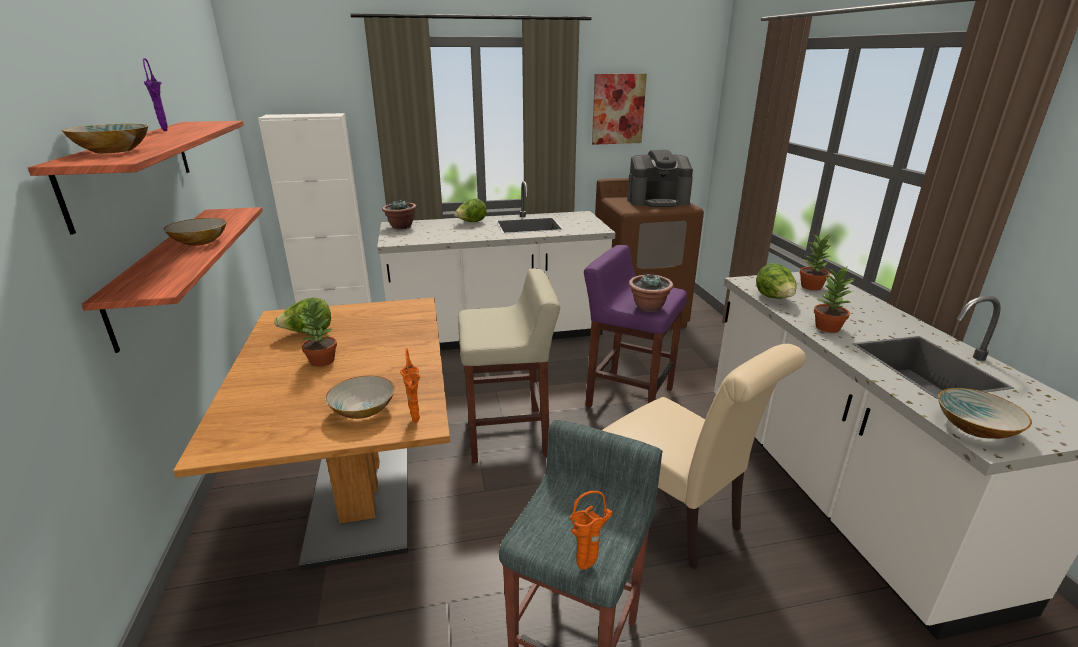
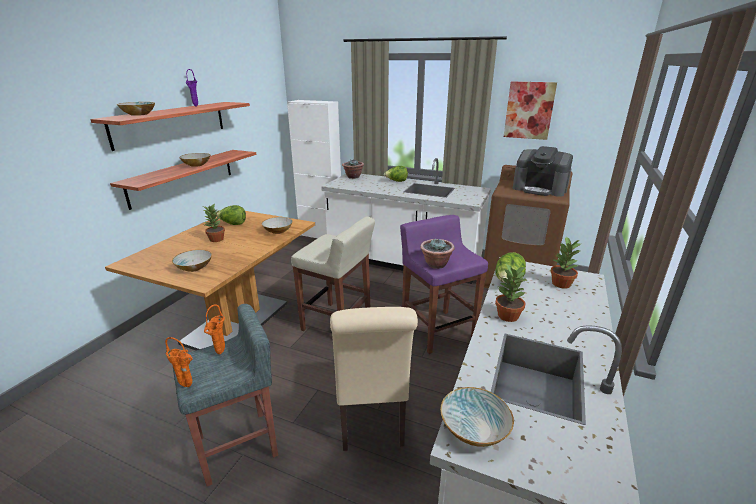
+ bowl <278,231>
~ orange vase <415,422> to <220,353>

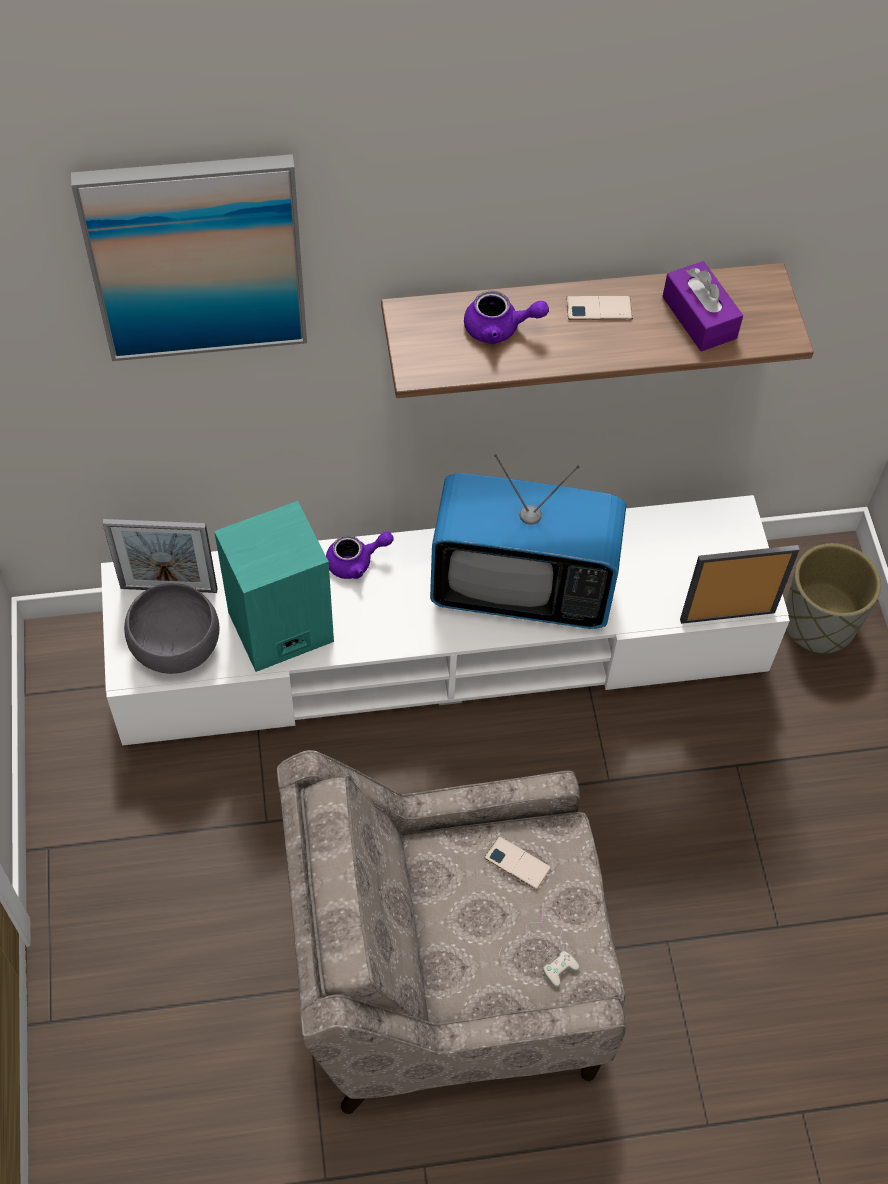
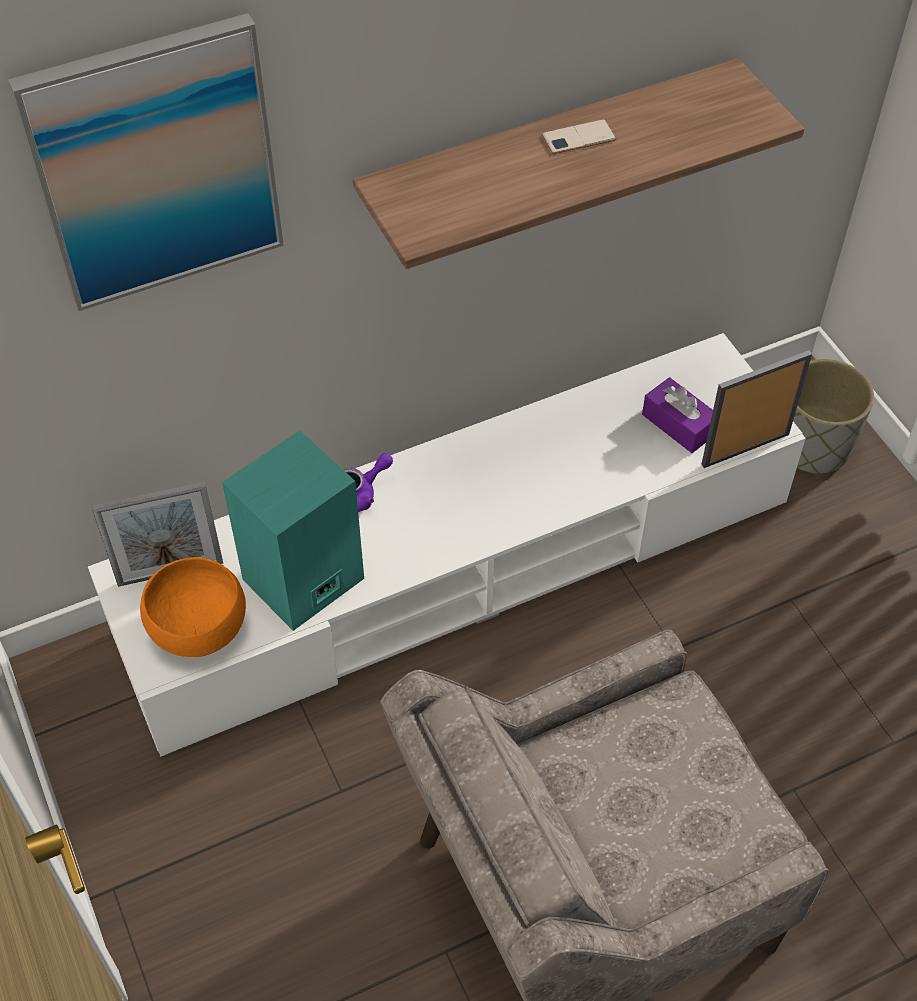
- television <522,588>
- purple teapot <499,329>
- phone <517,863>
- white game controller <545,945>
~ purple tissue box <699,317> to <678,424>
~ grey bowl <176,646> to orange bowl <198,628>

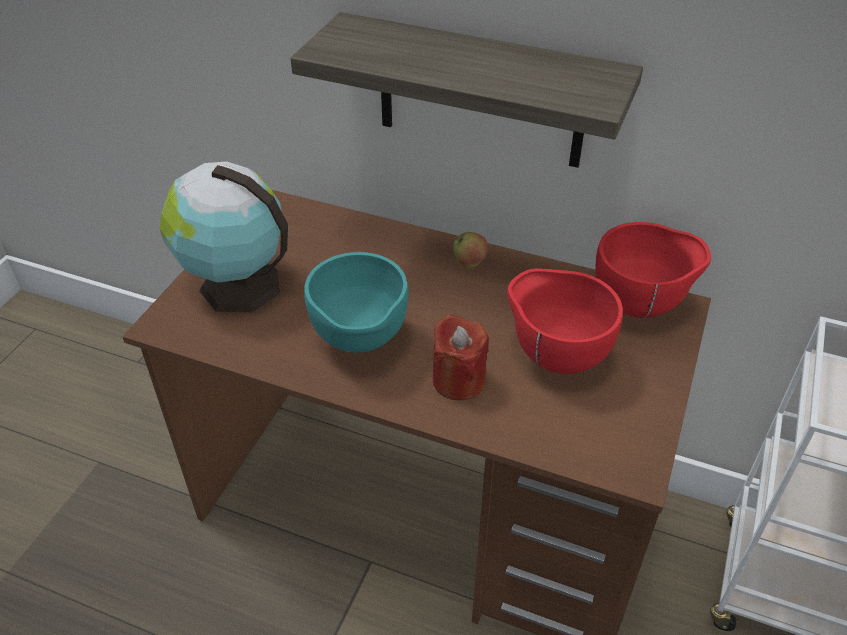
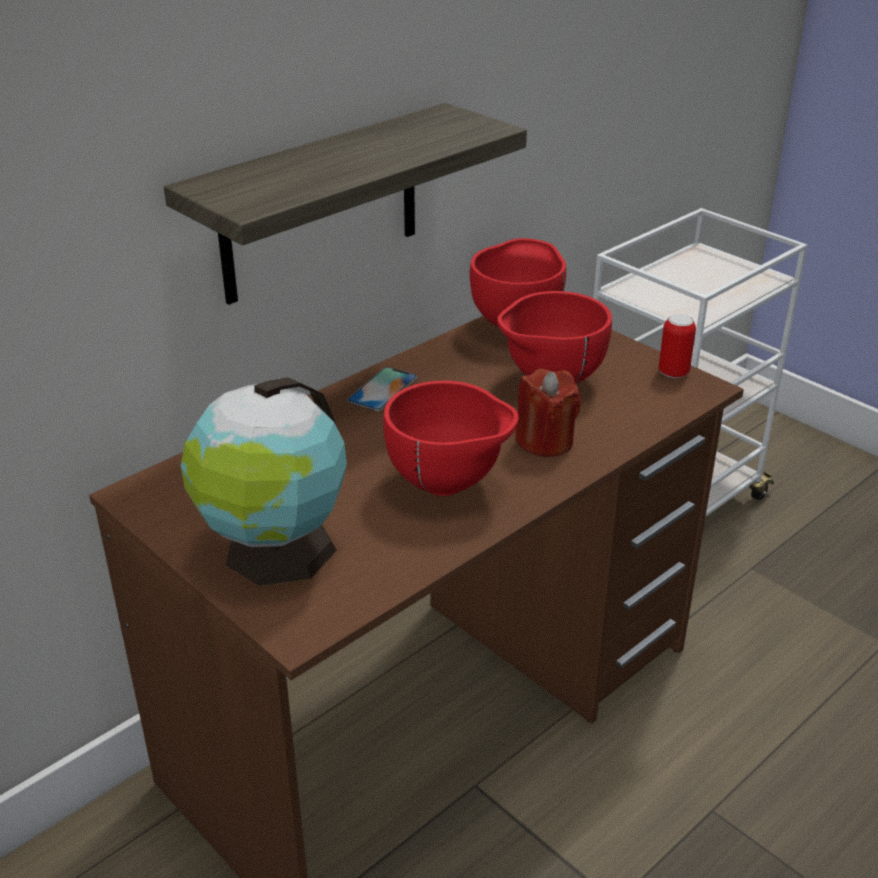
+ can <673,373>
~ apple <469,263> to phone <382,389>
~ turquoise bowl <360,343> to red bowl <450,486>

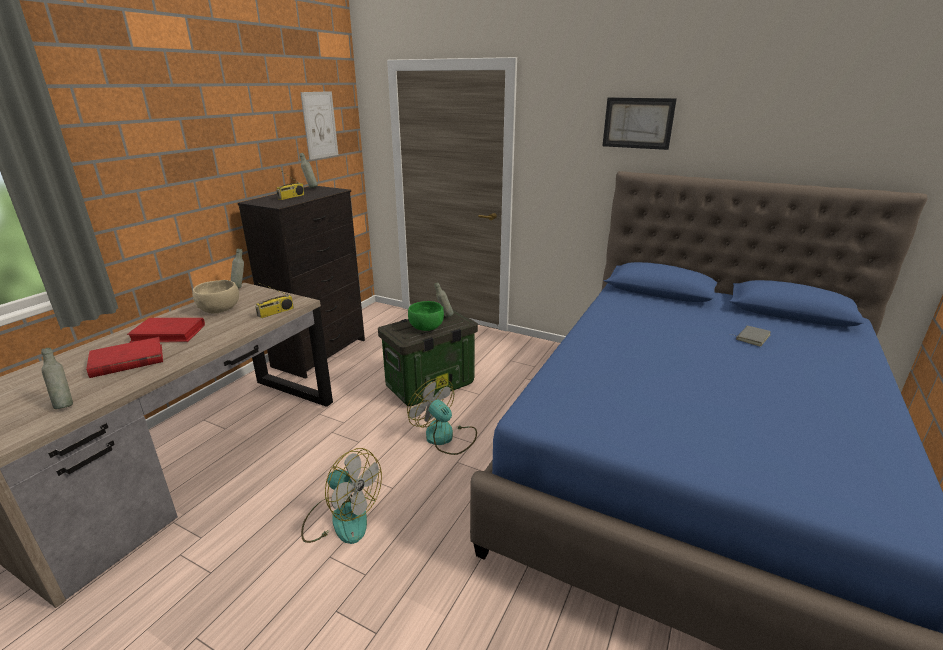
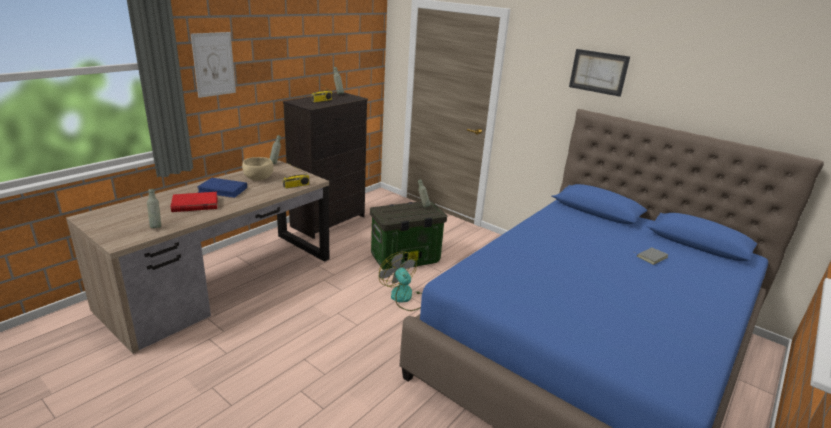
- fan <341,518>
- green bowl <426,328>
~ picture <320,125> to <214,64>
~ red book <169,333> to blue book <223,190>

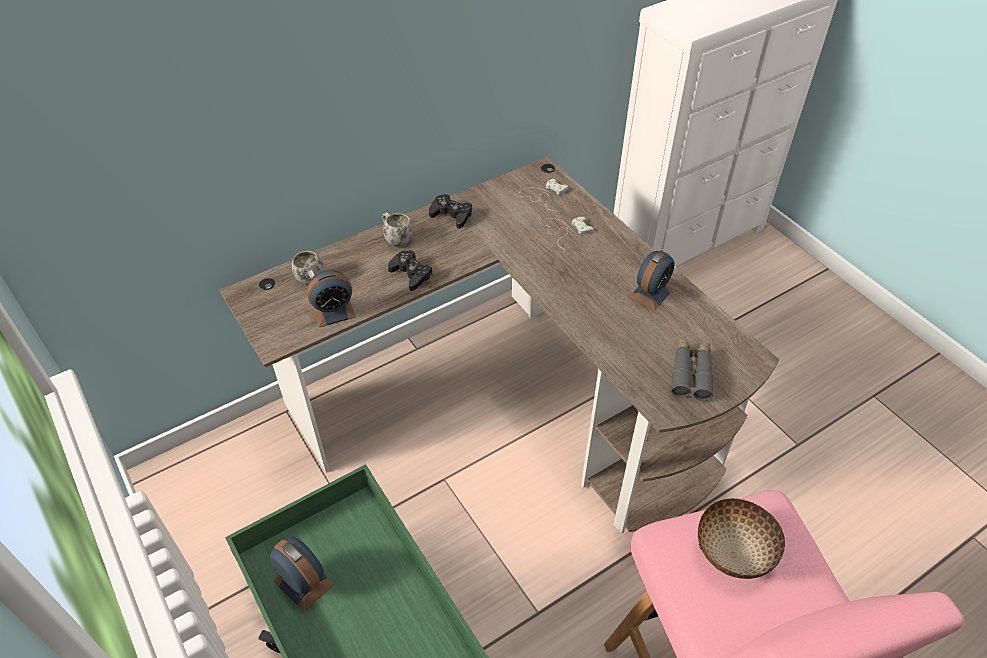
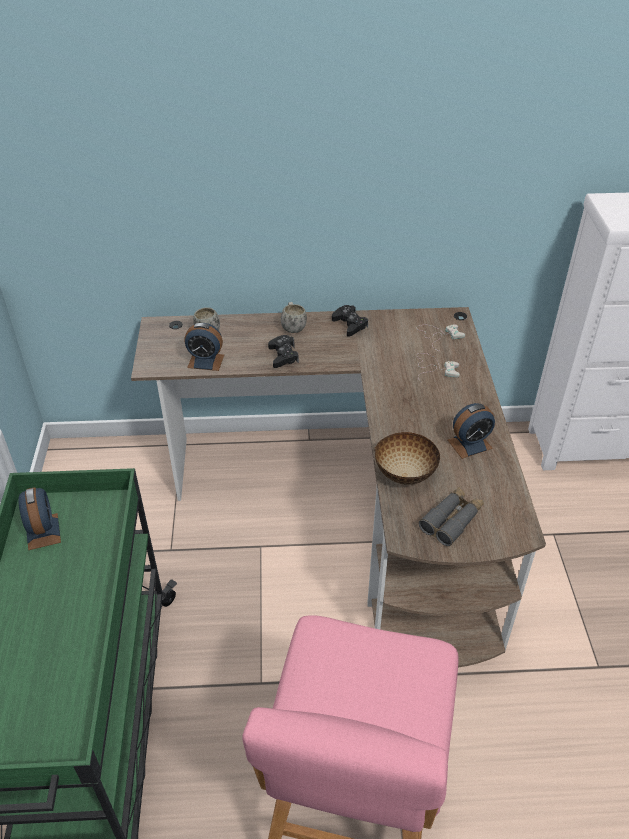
~ bowl <733,552> to <405,474>

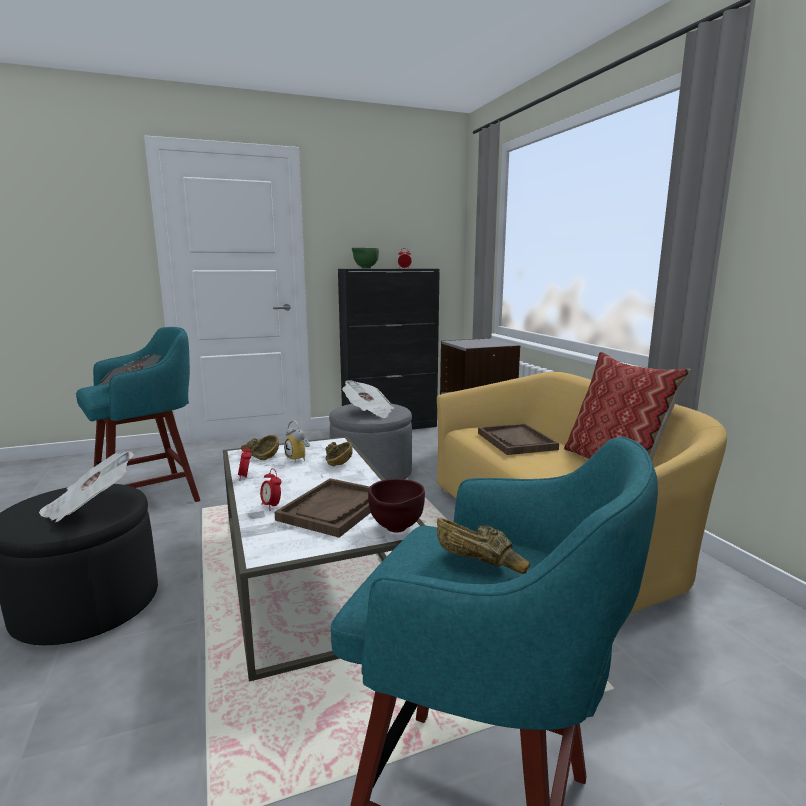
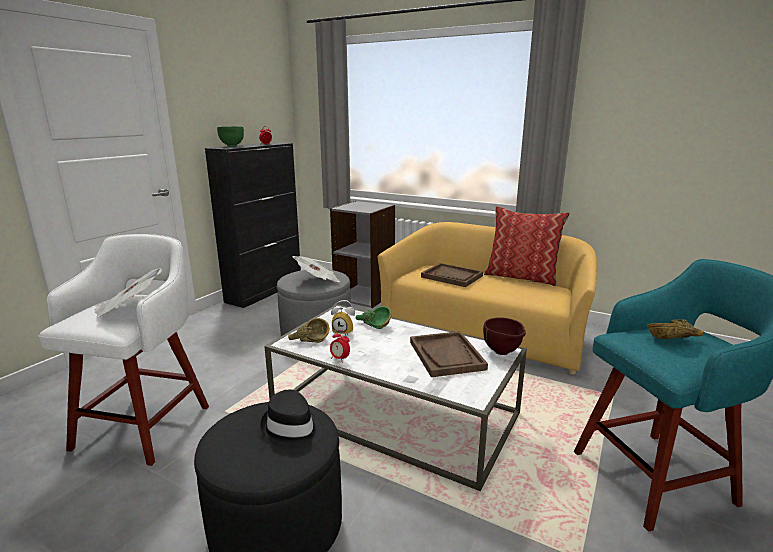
- alarm clock <271,506>
~ newspaper <89,507> to black hat <291,429>
~ turquoise stool <150,497> to white stool <146,424>
~ brown bowl <335,461> to green bowl <373,325>

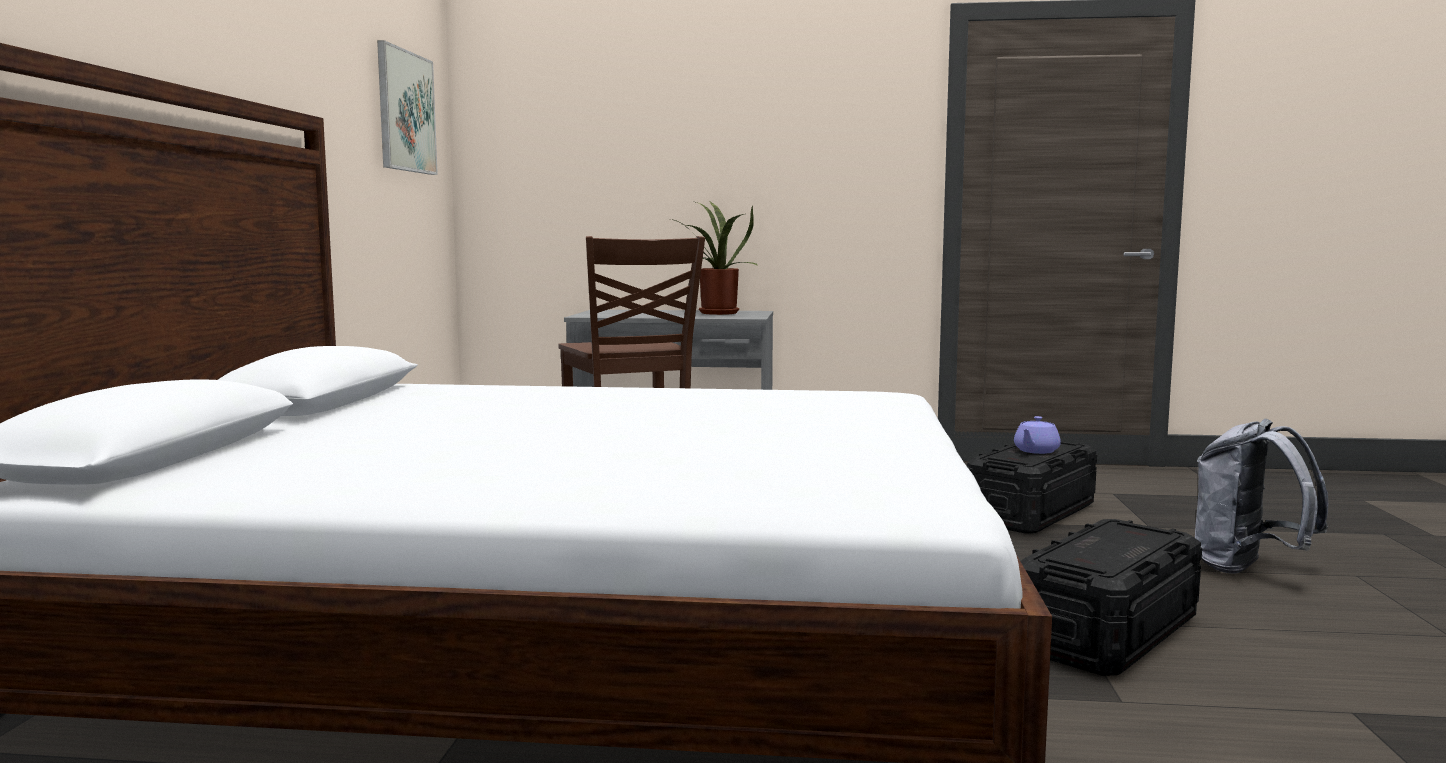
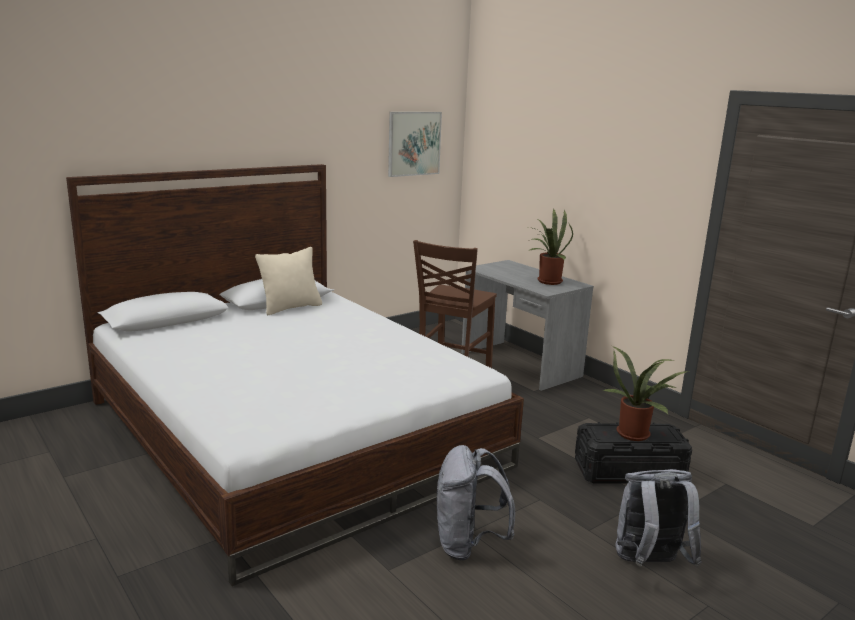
+ beige pillow <291,308>
~ purple teapot <1035,451> to potted plant <635,433>
~ black storage box <1107,633> to grey backpack <468,545>

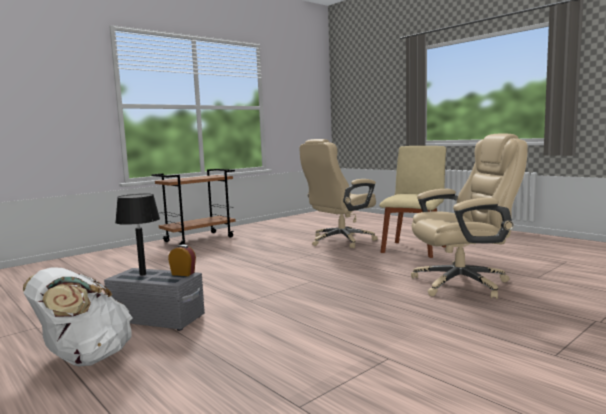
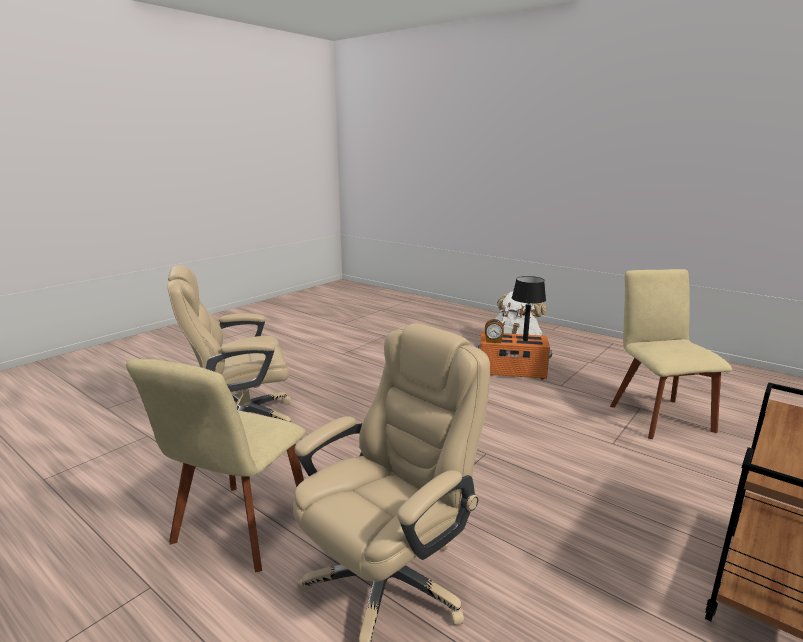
+ beige chair <658,416>
~ grey storage box <157,319> to orange storage box <512,371>

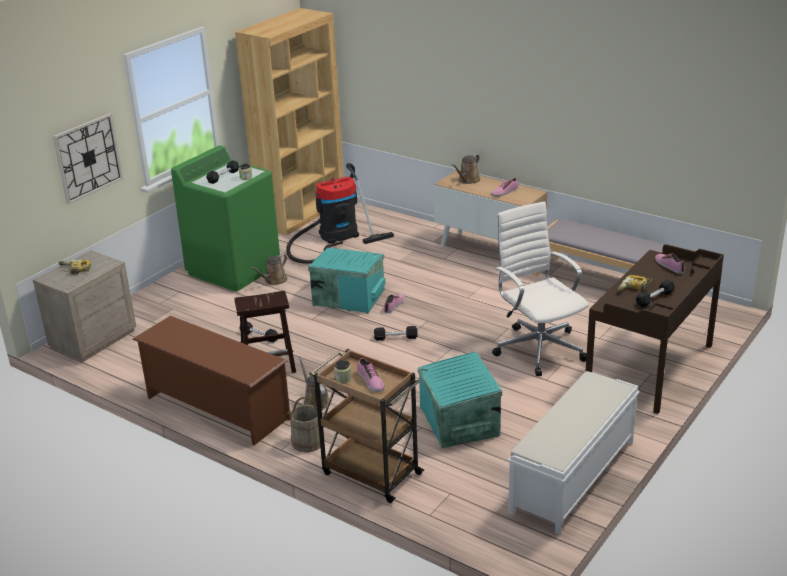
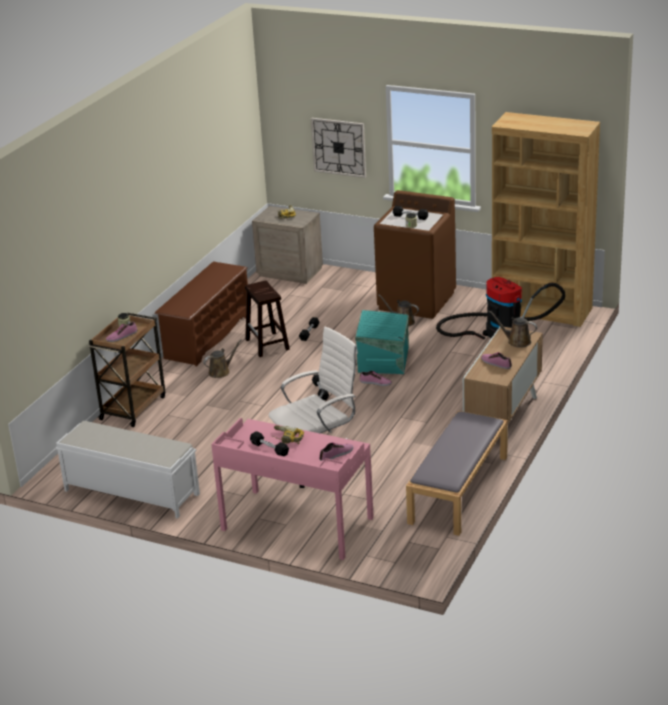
- beige bucket <307,442>
- turquoise storage box <458,422>
~ green washing machine <234,269> to brown washing machine <417,301>
~ brown desk <651,367> to pink desk <296,524>

